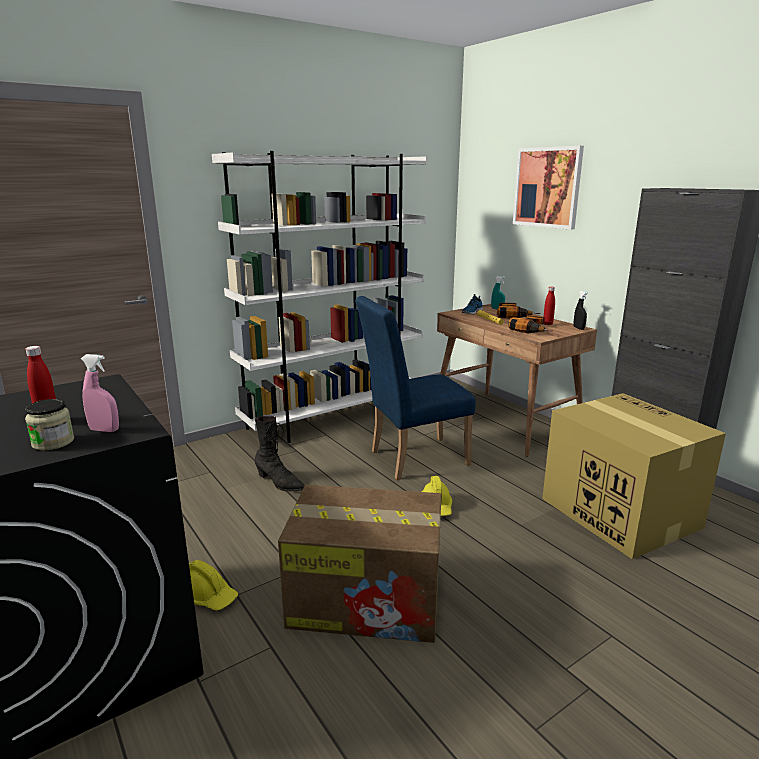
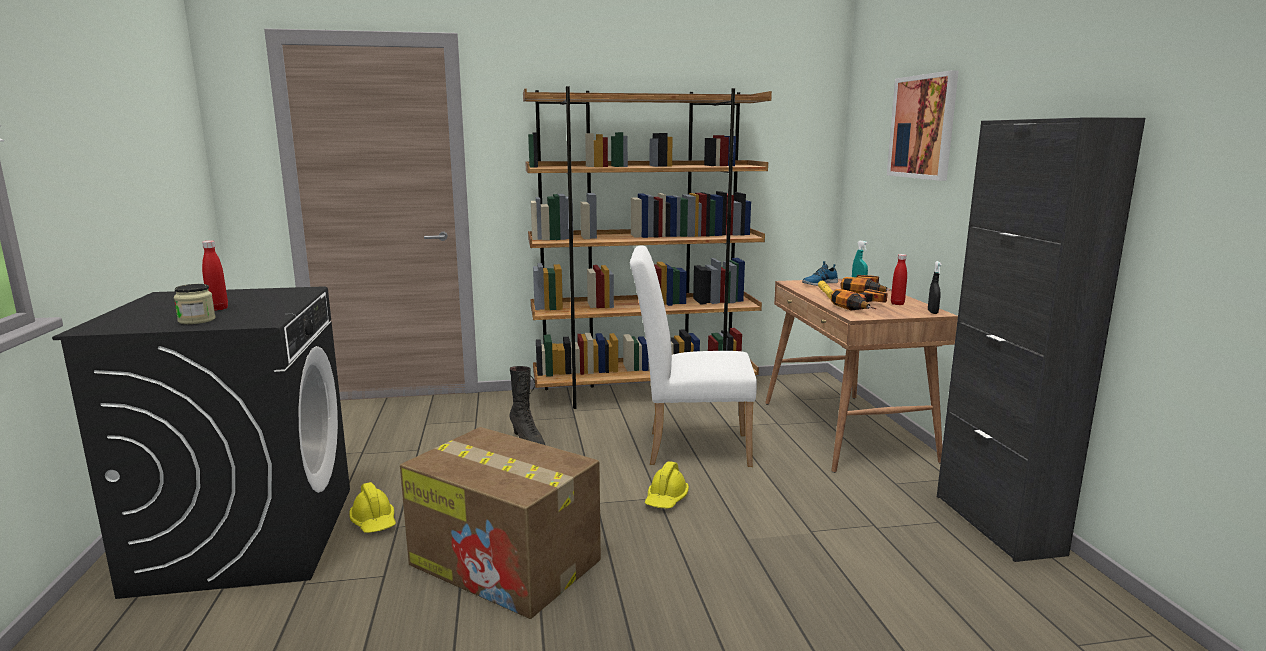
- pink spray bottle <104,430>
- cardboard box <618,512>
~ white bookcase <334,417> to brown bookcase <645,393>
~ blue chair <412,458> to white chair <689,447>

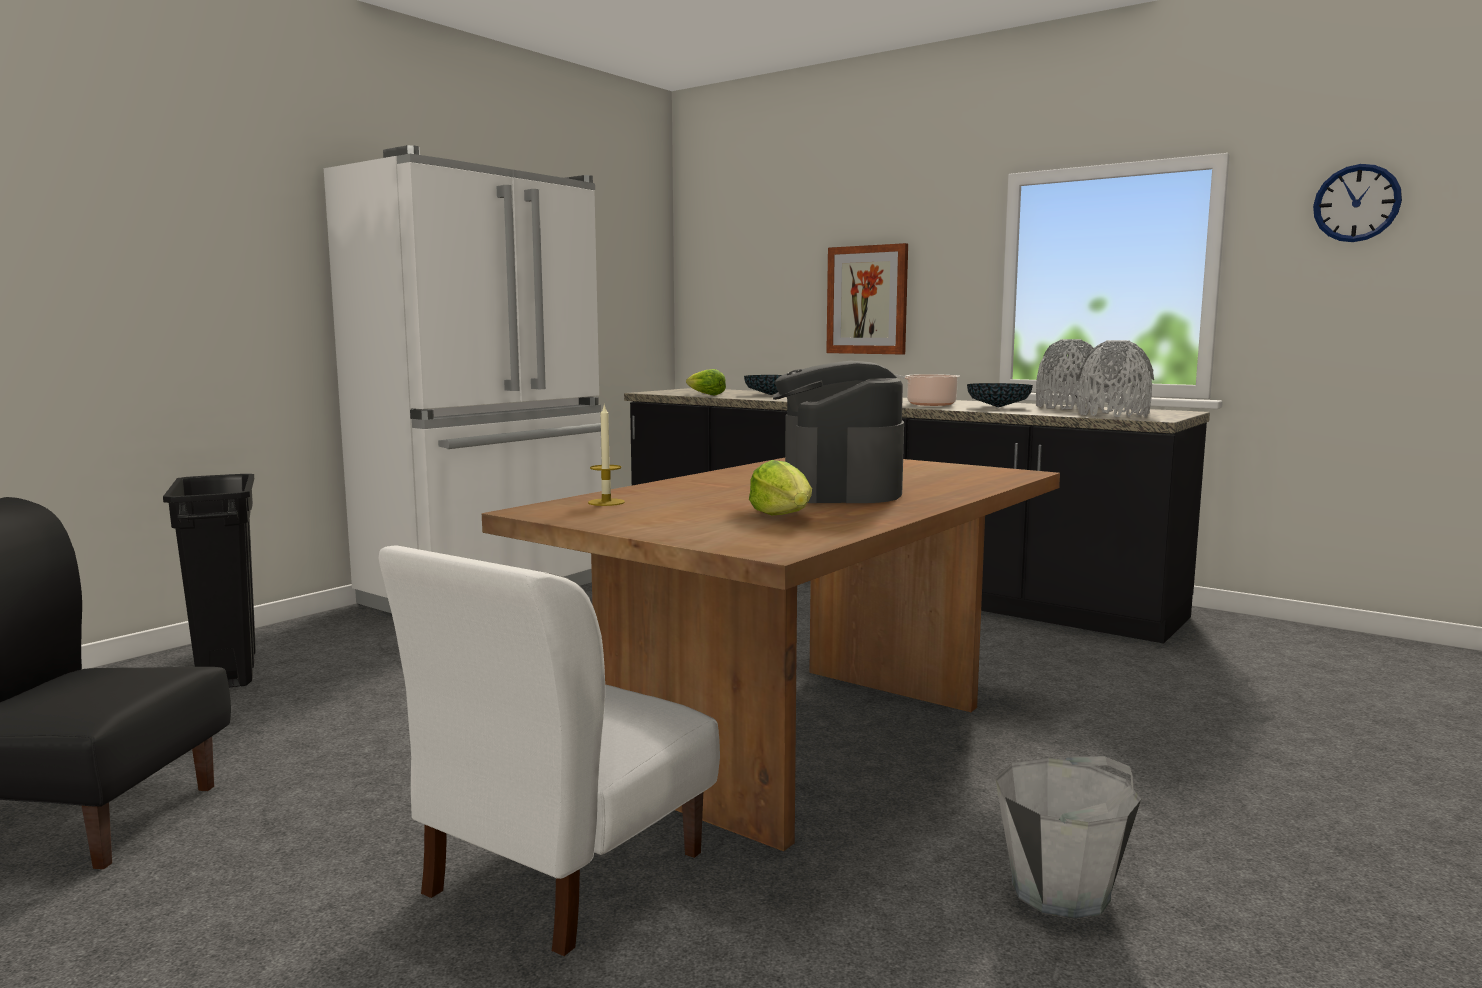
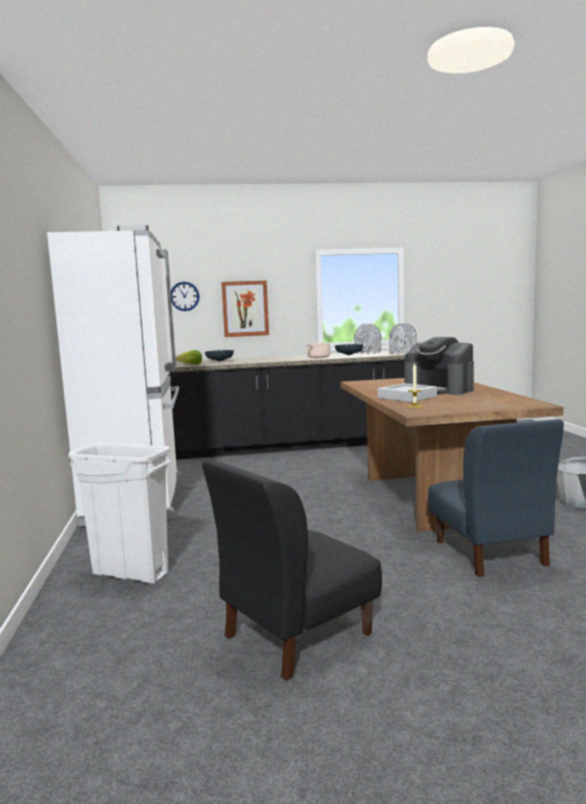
- lettuce <784,516>
+ grey tray <407,397>
~ wall clock <1356,203> to <184,296>
~ black trash can <228,671> to white trash can <130,574>
~ white chair <563,872> to blue chair <490,553>

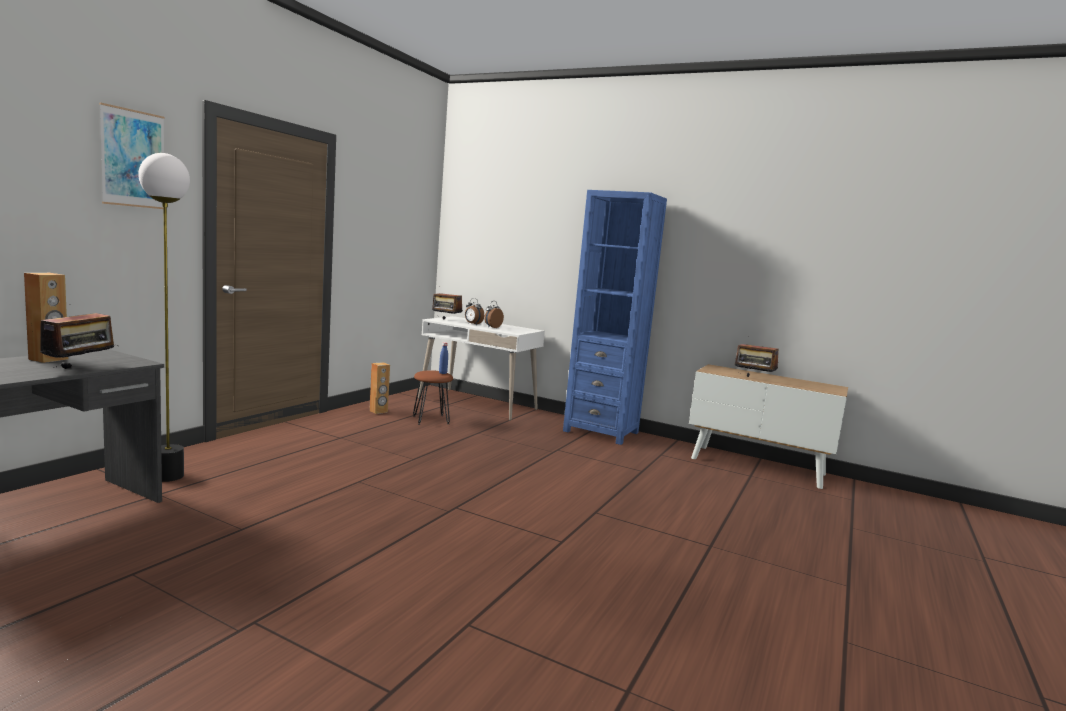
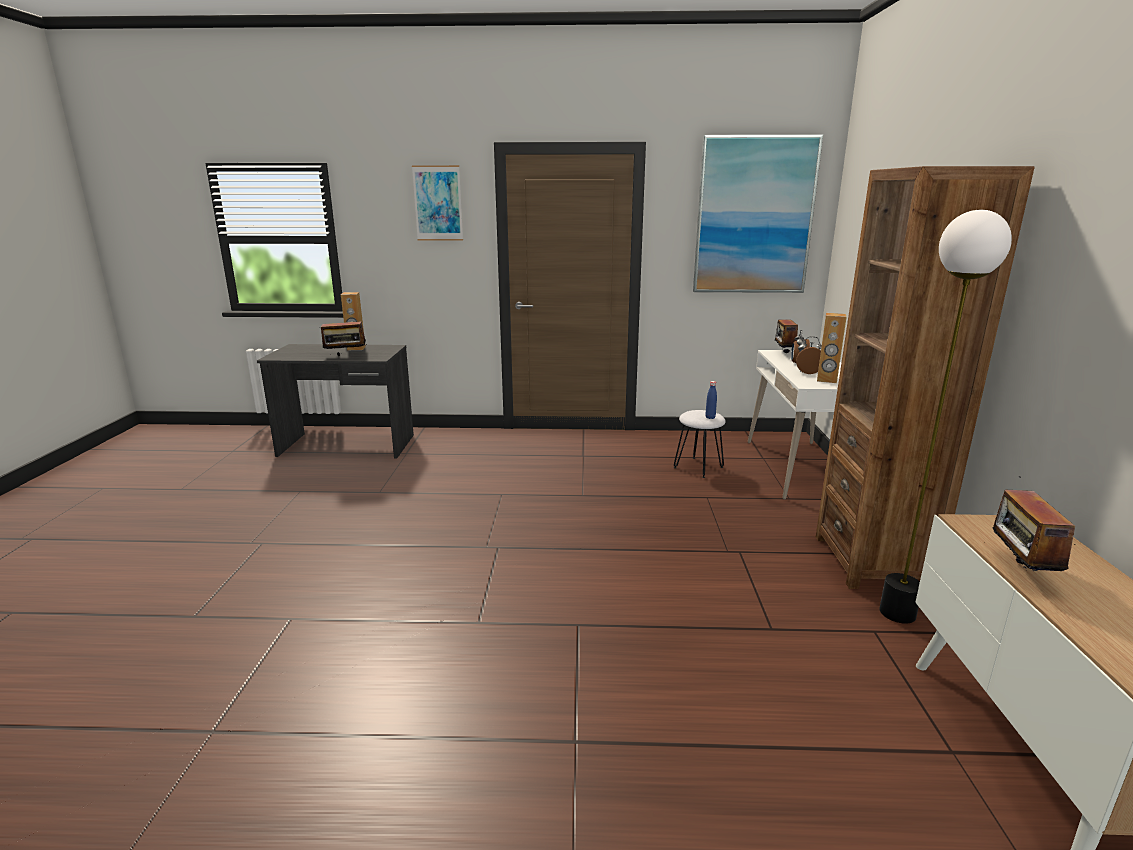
+ picture <754,216>
~ floor lamp <169,476> to <898,613>
~ brown speaker <378,411> to <826,380>
~ brown stool <430,420> to white stool <698,467>
~ blue bookcase <601,432> to brown bookcase <872,562>

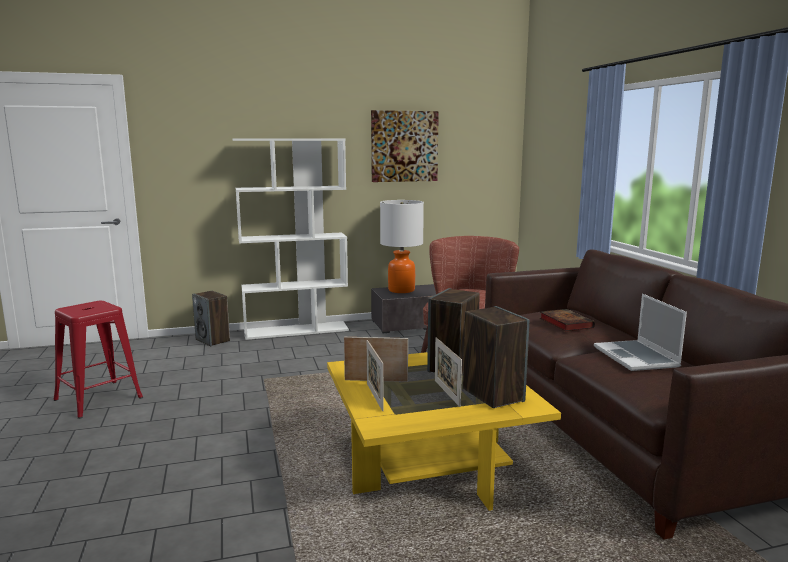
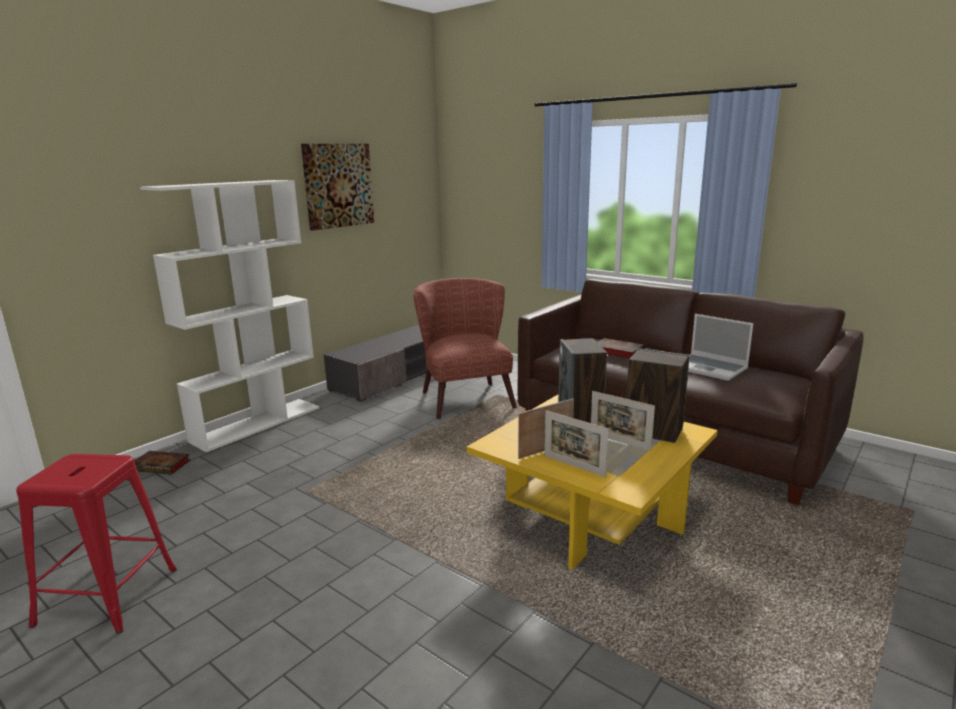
- table lamp <401,290>
~ speaker <213,340> to book <162,465>

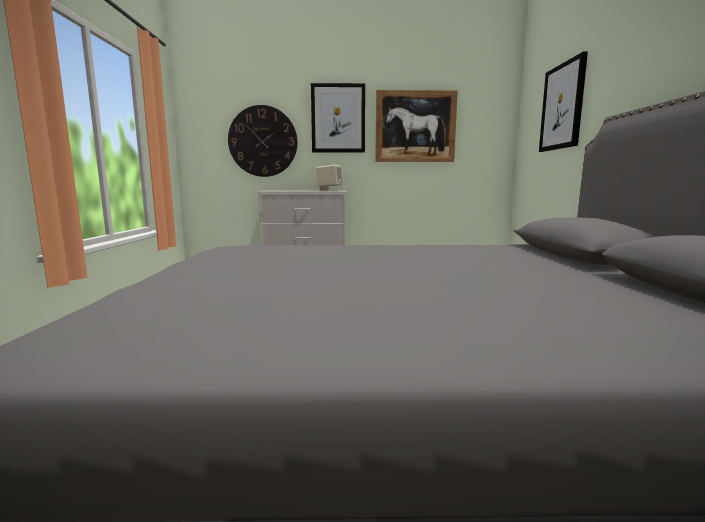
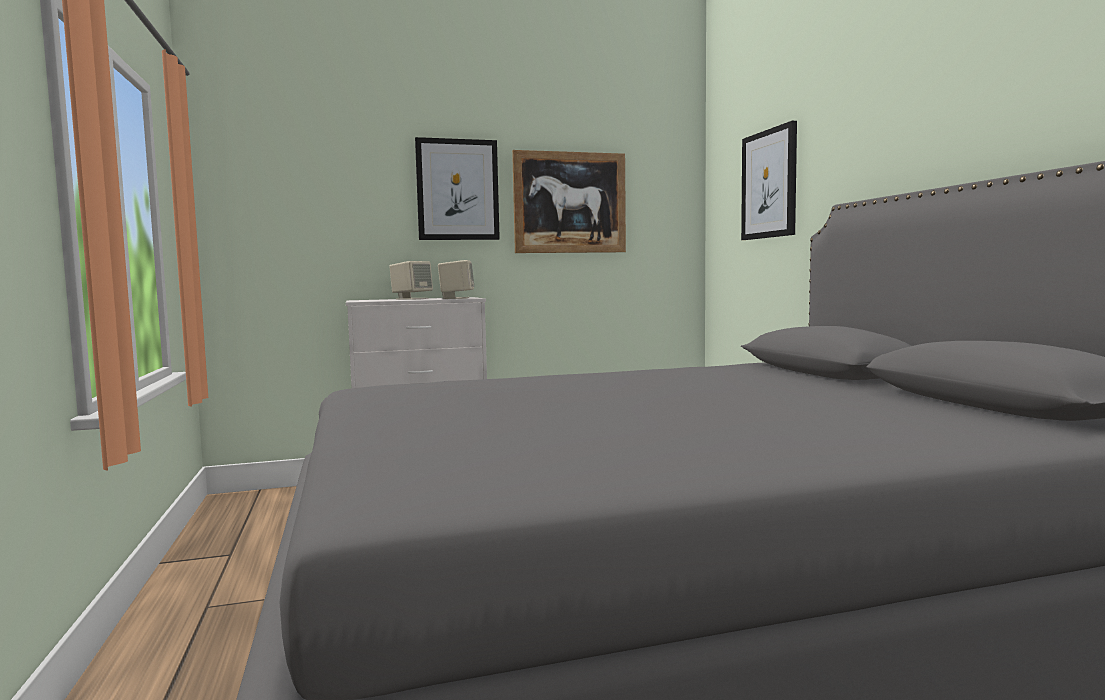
- wall clock <263,141>
+ beige speaker <412,299>

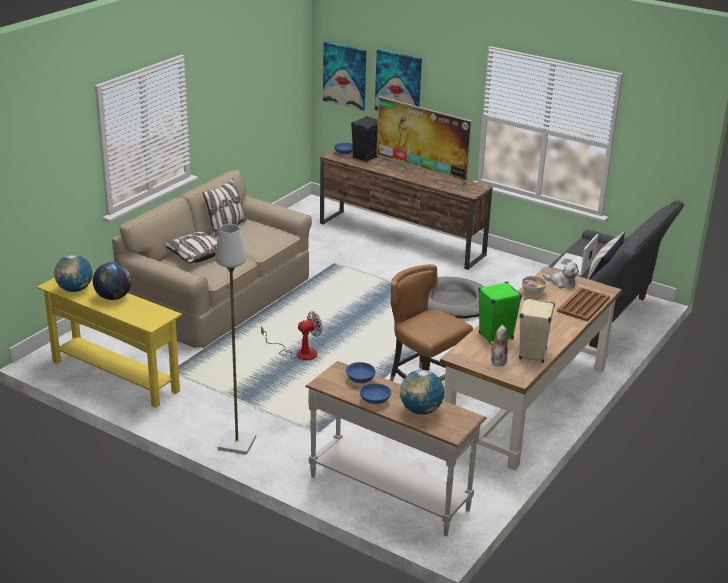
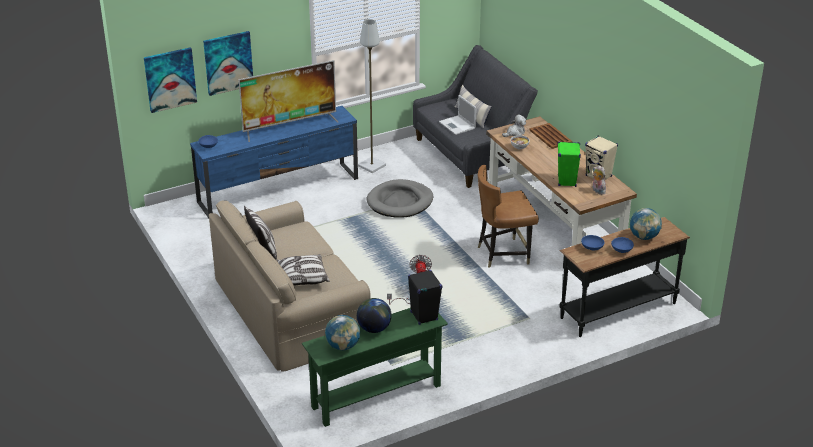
~ grey floor lamp <236,444> to <372,166>
~ black speaker <365,157> to <424,316>
~ yellow console table <114,377> to green console table <376,396>
~ white console table <390,492> to black console table <617,310>
~ brown tv stand <401,239> to blue tv stand <279,190>

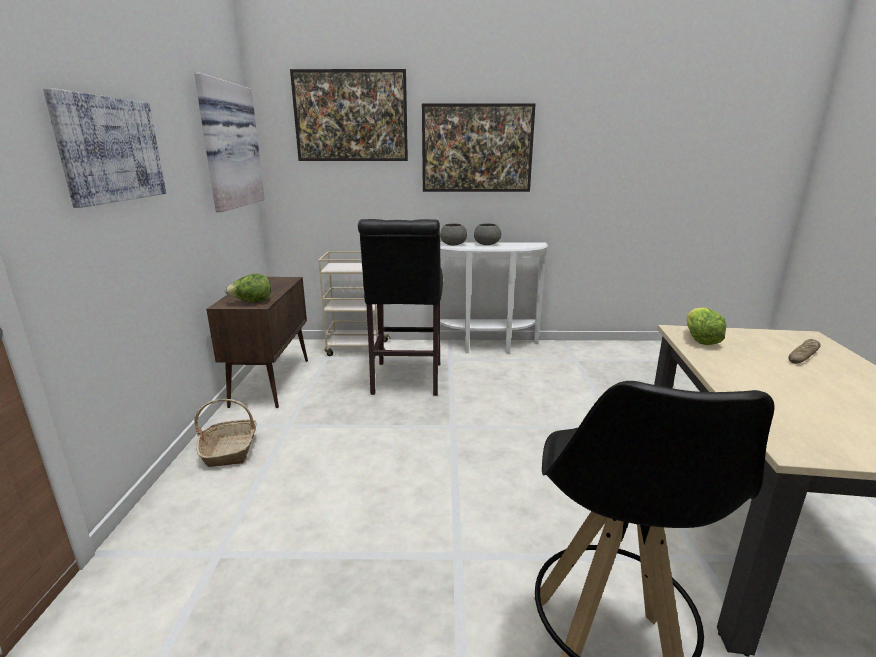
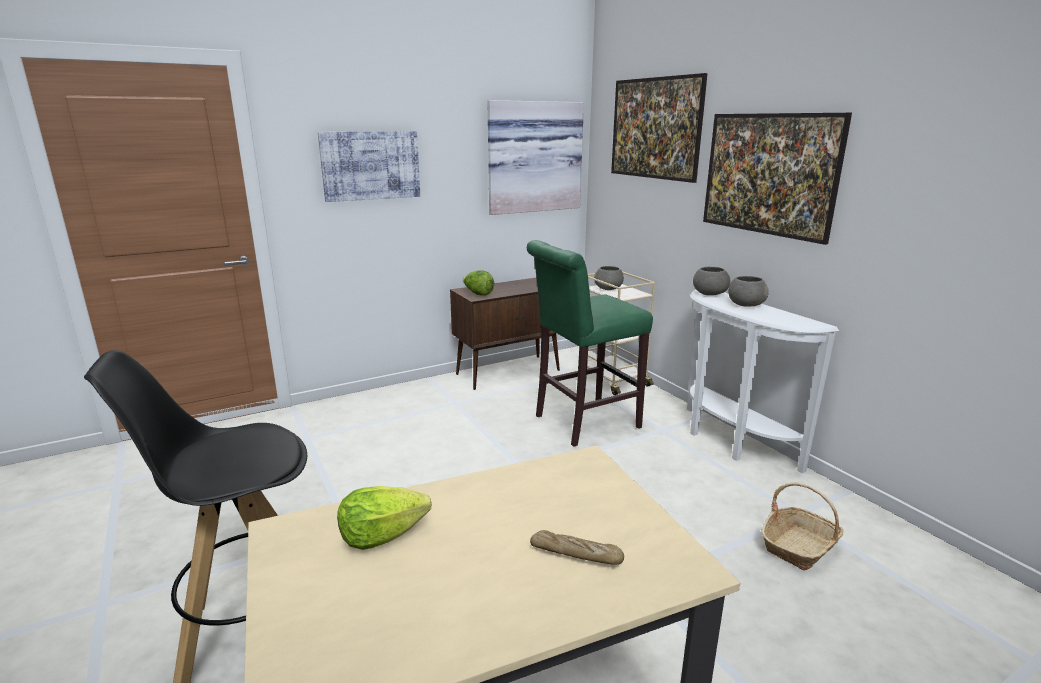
+ grey bowl <608,289>
~ basket <230,450> to <799,546>
~ lettuce <700,340> to <381,536>
~ black stool <406,381> to green stool <582,423>

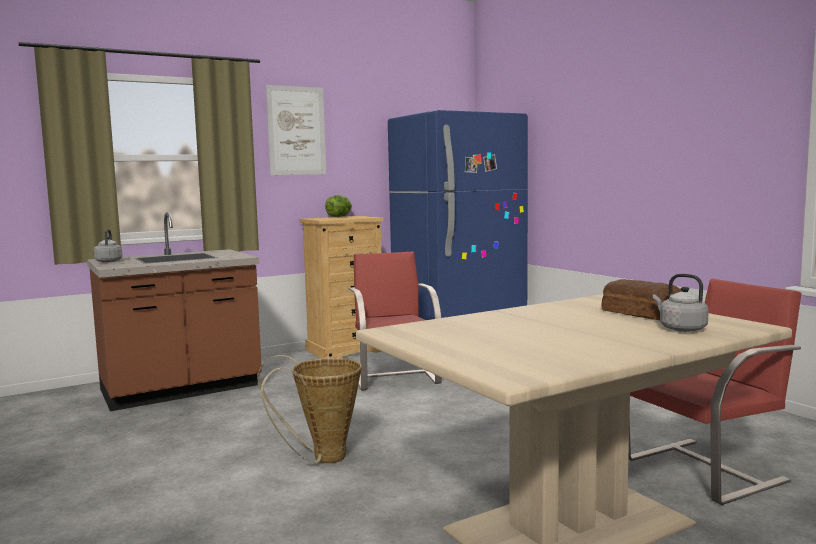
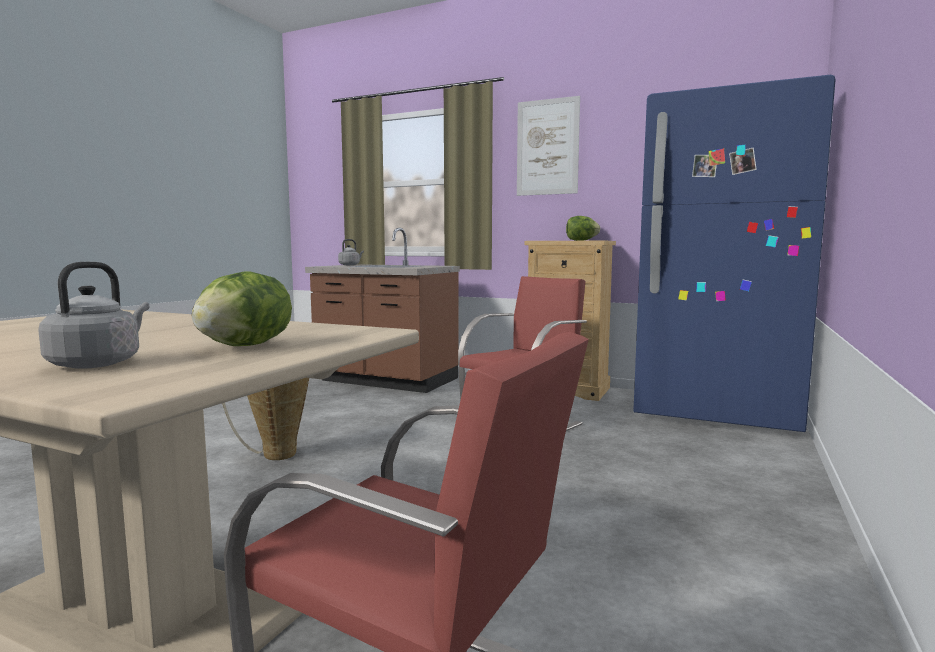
~ bread <641,313> to lettuce <245,346>

